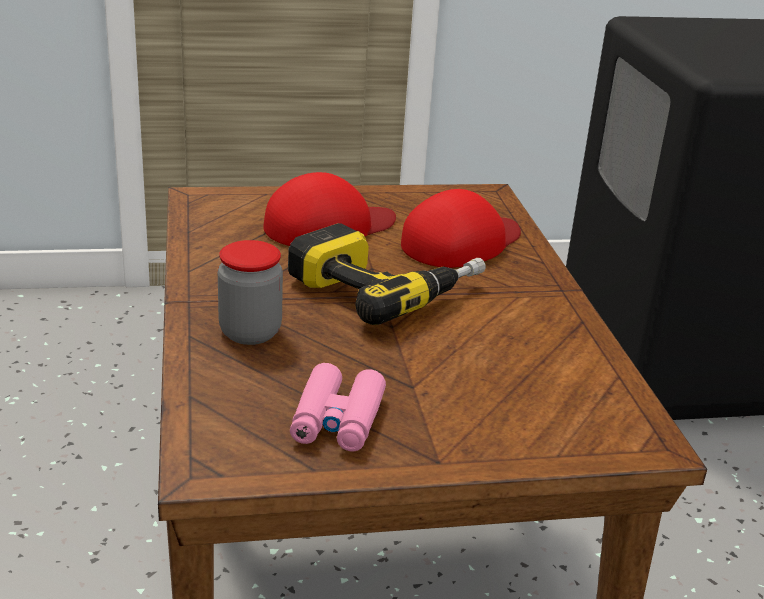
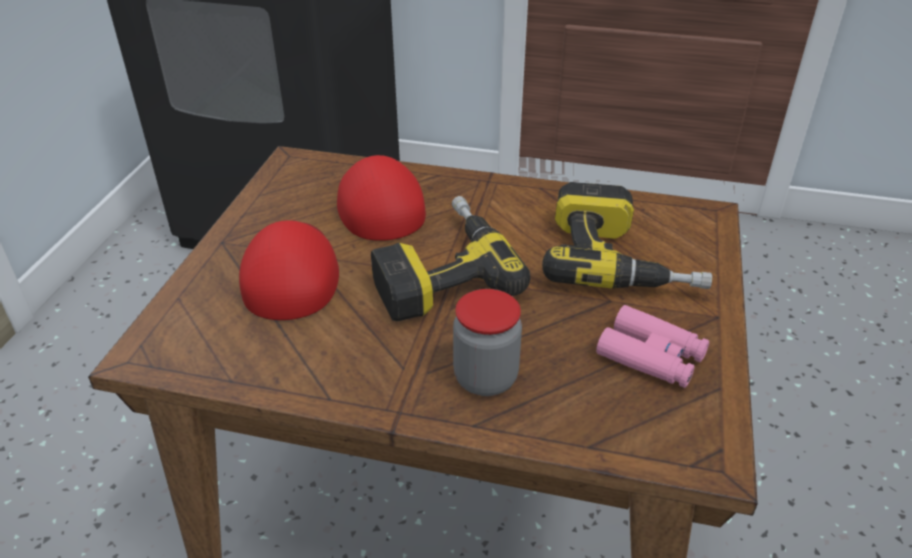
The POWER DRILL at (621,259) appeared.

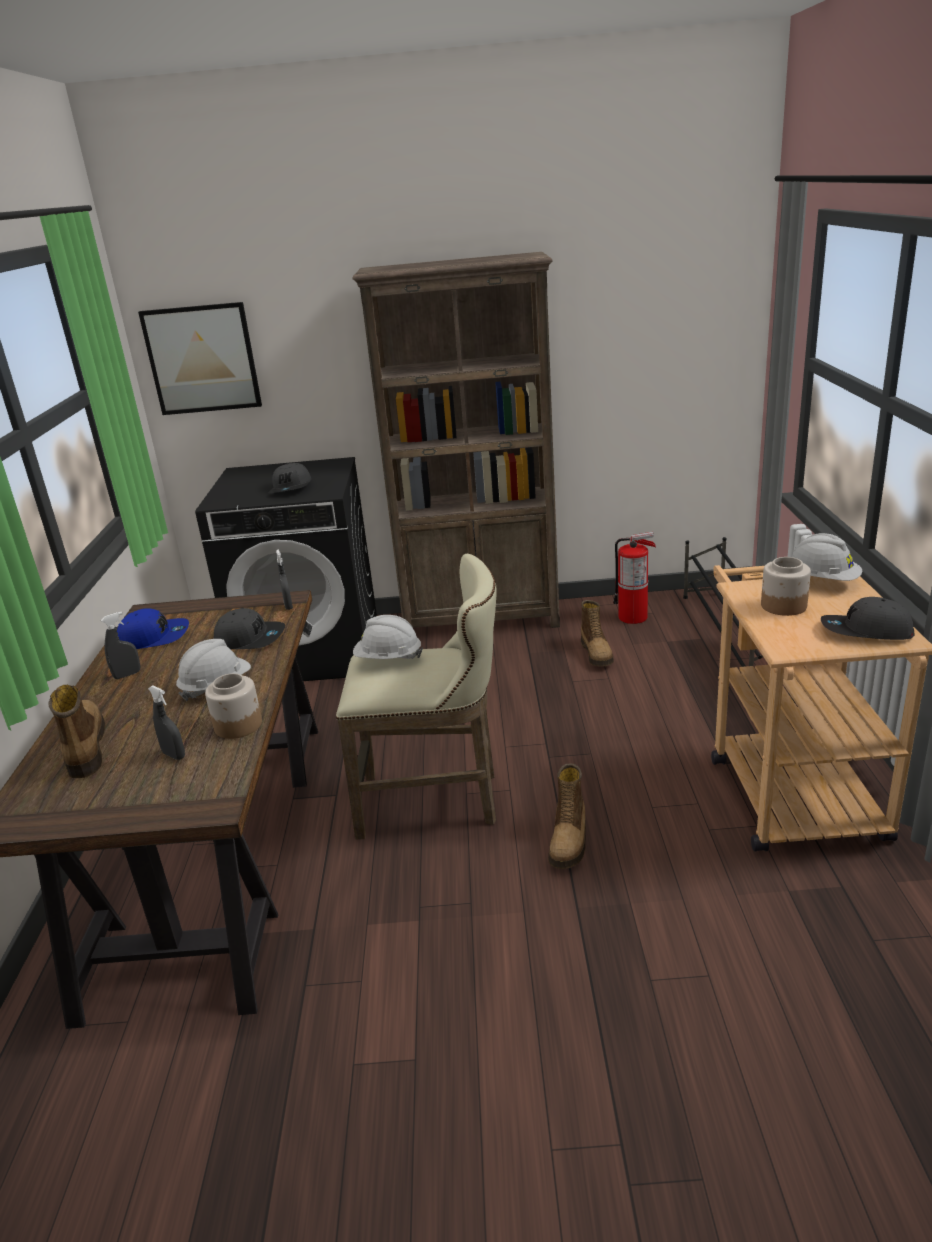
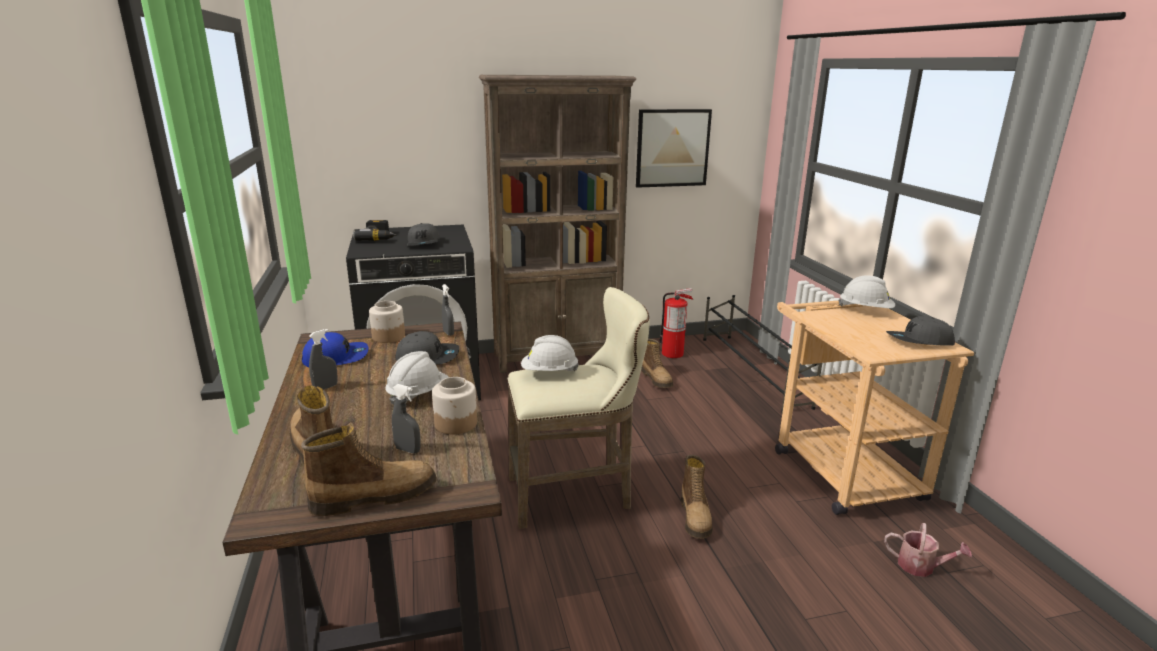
The PICTURE moved from (202,359) to (672,148). The JAR moved from (783,606) to (388,337). The POWER DRILL at (379,238) appeared. The BOOT at (374,496) appeared. The WATERING CAN at (921,567) appeared.

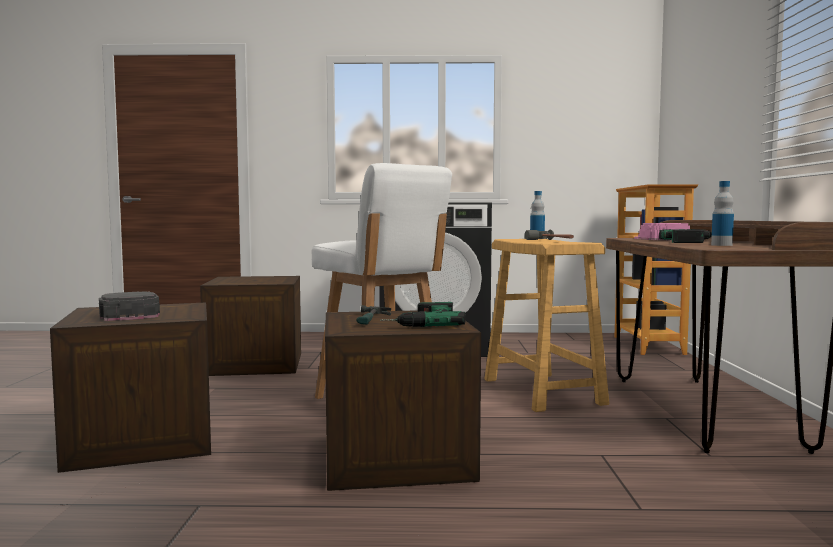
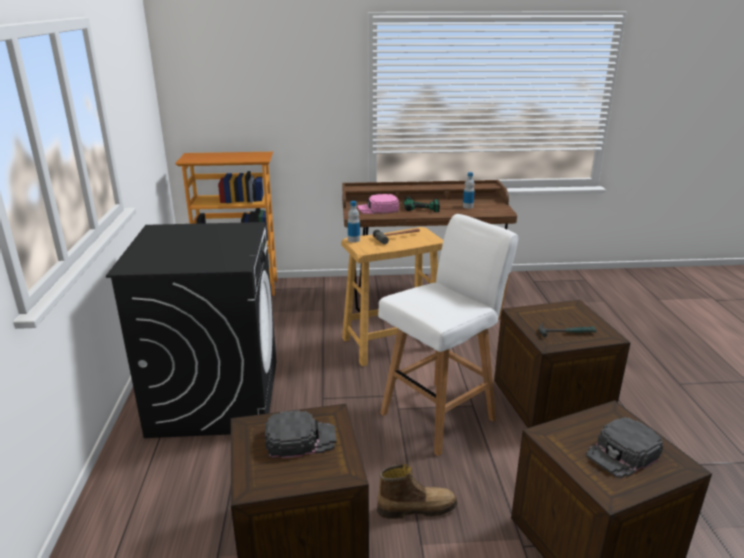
The POWER DRILL at (419,323) disappeared. The BLACK CAP at (300,439) appeared. The BOOT at (416,508) appeared.

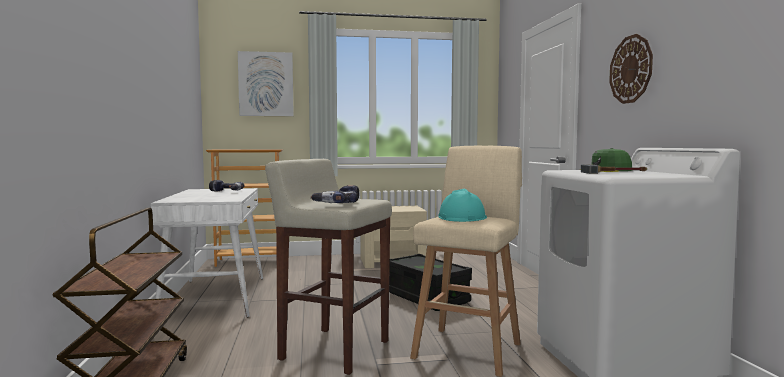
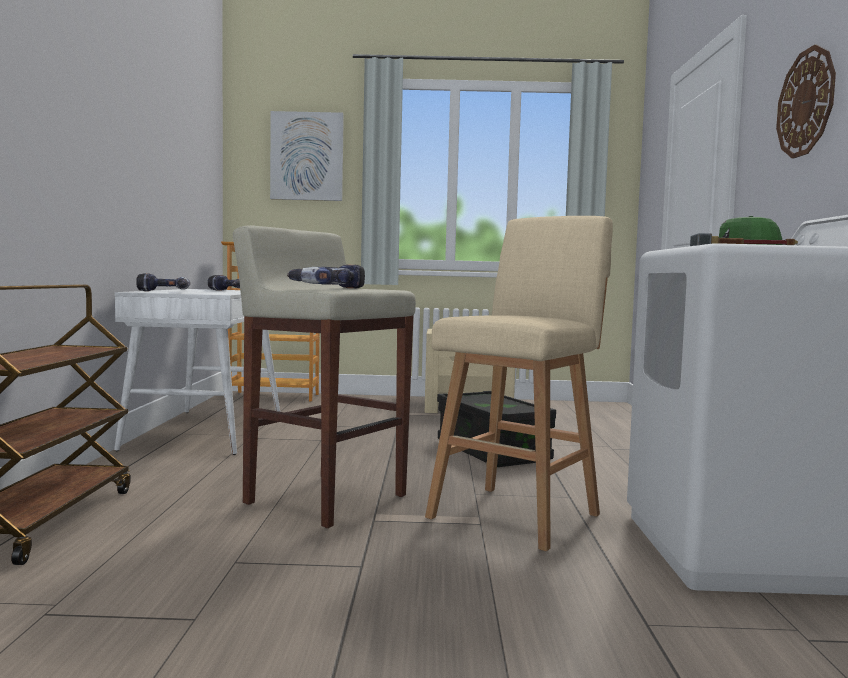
The TURQUOISE HARD HAT at (462,217) disappeared. The POWER DRILL at (163,291) appeared.

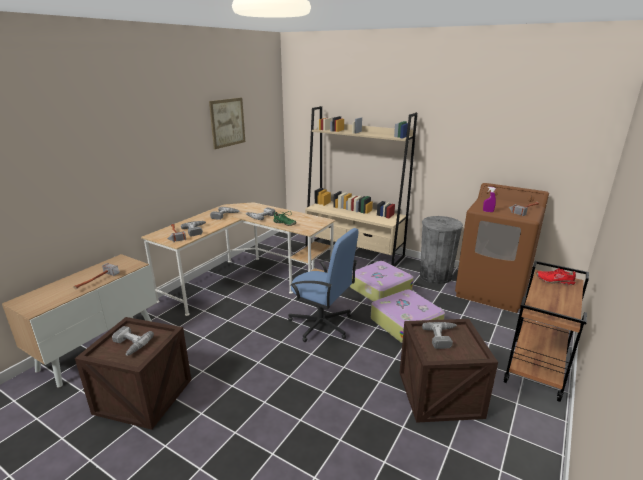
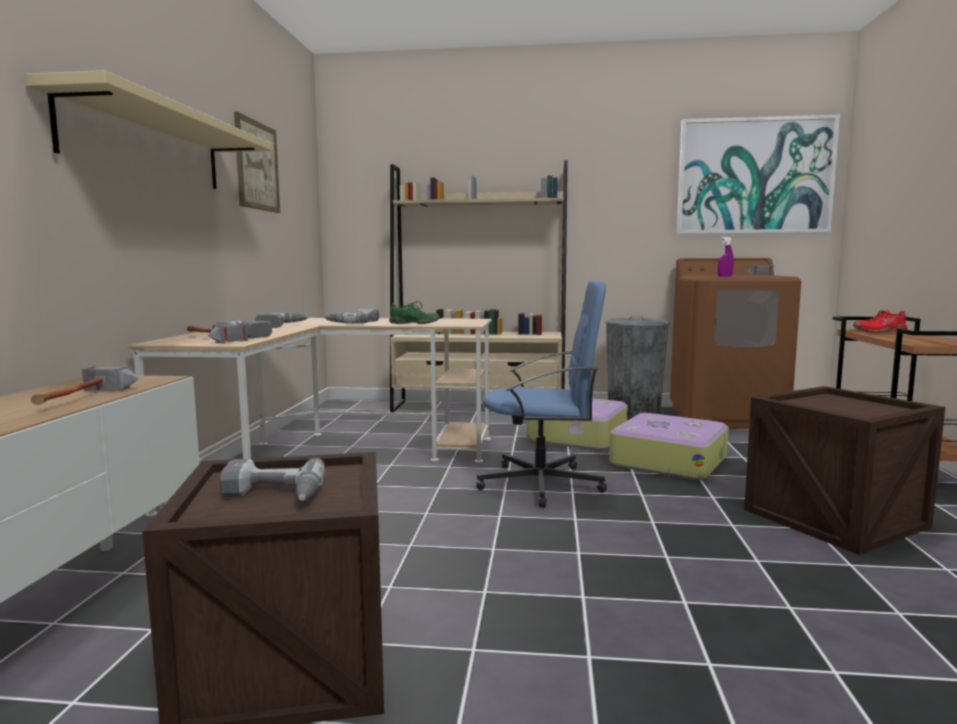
The POWER DRILL at (443,337) disappeared. The BEIGE SHELF at (147,145) appeared. The PICTURE at (754,176) appeared.

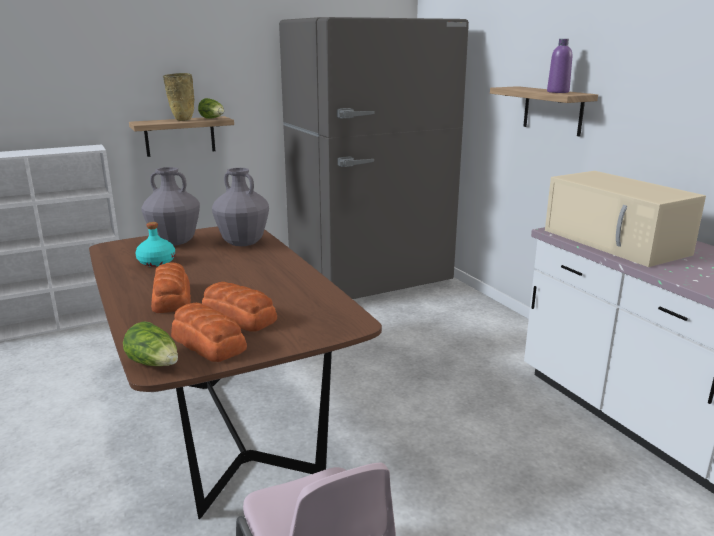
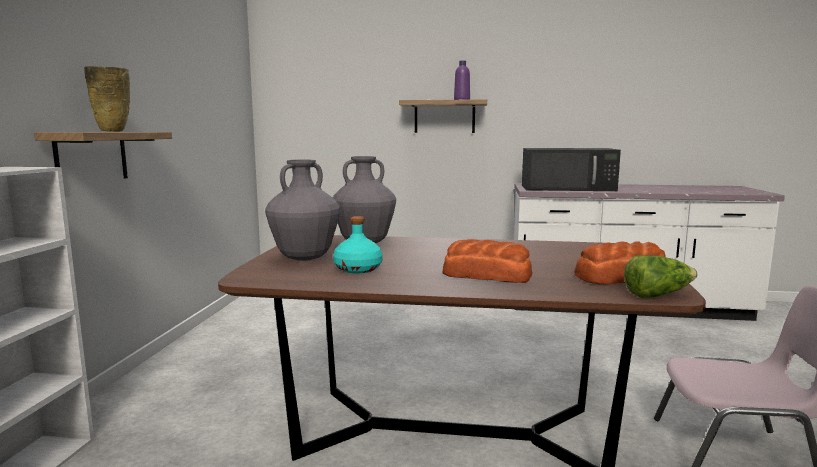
The GREY FRIDGE at (370,279) disappeared. The LETTUCE at (213,119) disappeared. The BEIGE MICROWAVE at (616,242) became the BLACK MICROWAVE at (568,188). The BREAD at (238,317) disappeared.

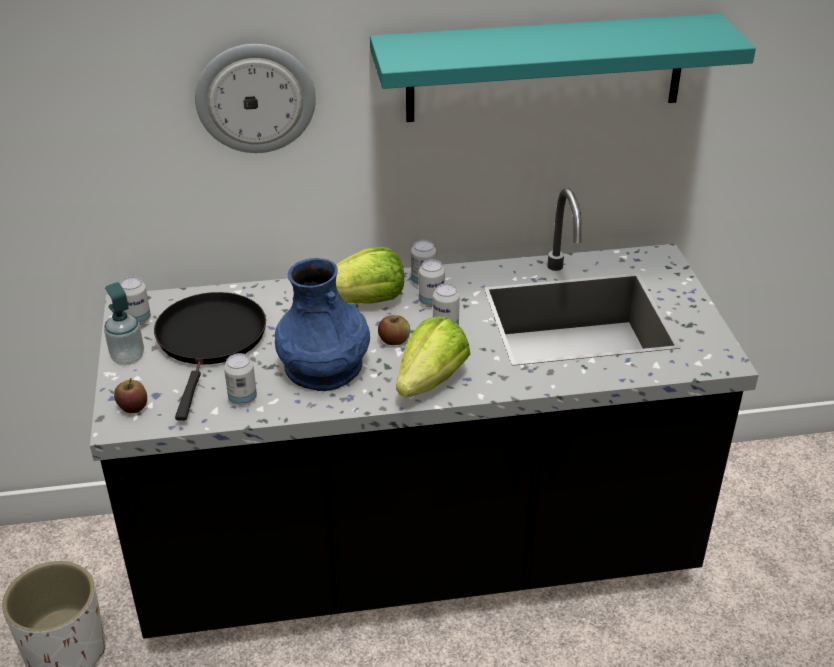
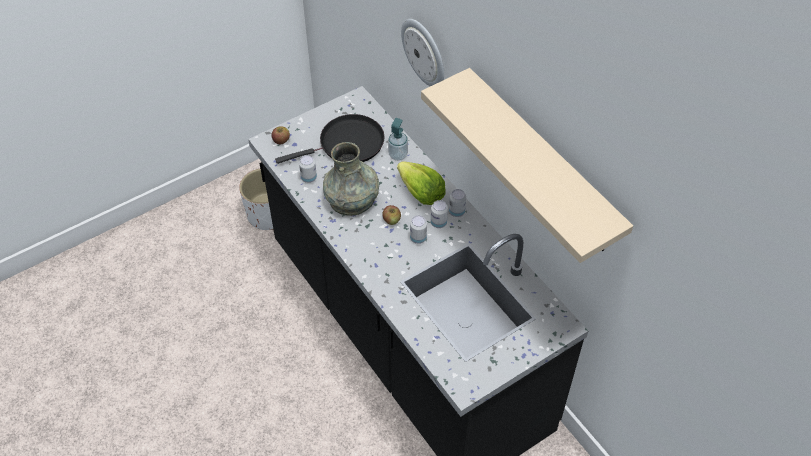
The TURQUOISE SHELF at (545,68) became the BEIGE SHELF at (542,163). The BLUE VASE at (324,366) became the GREY VASE at (352,199). The CAN at (138,319) disappeared. The SOAP DISPENSER moved from (128,357) to (398,155). The LETTUCE at (431,381) disappeared.

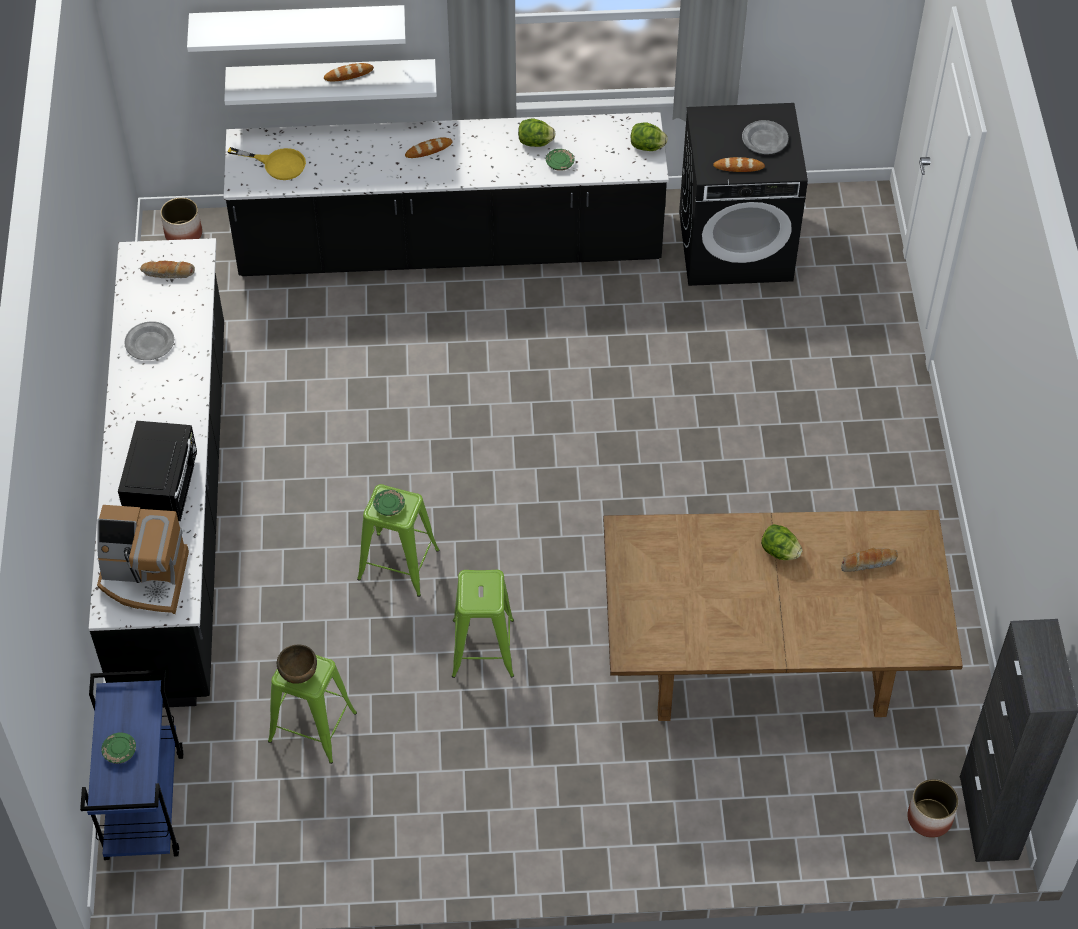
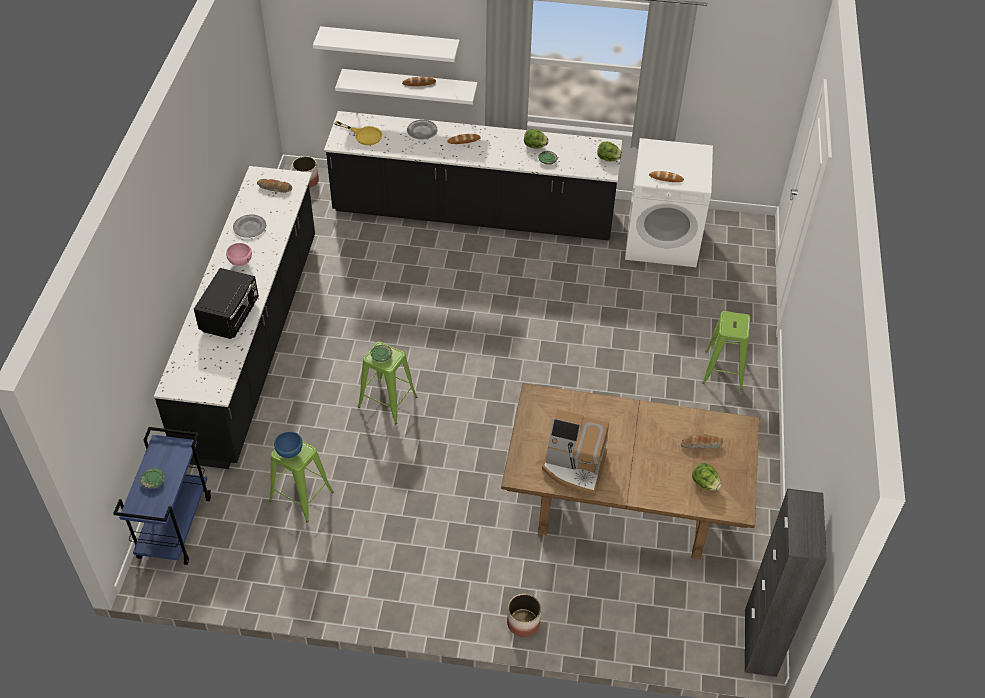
The BLACK WASHING MACHINE at (736,246) became the WHITE WASHING MACHINE at (662,240). The GREY PLATE moved from (765,139) to (422,131). The COFFEE MACHINE moved from (144,578) to (574,467). The LETTUCE moved from (779,552) to (705,484). The GREEN STOOL moved from (483,647) to (723,369). The BROWN BOWL at (299,675) became the BLUE BOWL at (290,453). The PLANTER moved from (929,818) to (523,623). The PINK BOWL at (240,263) appeared.

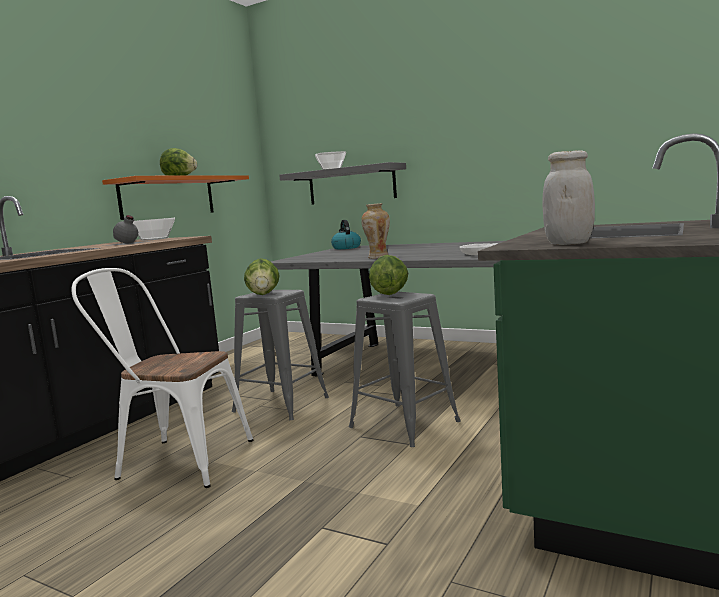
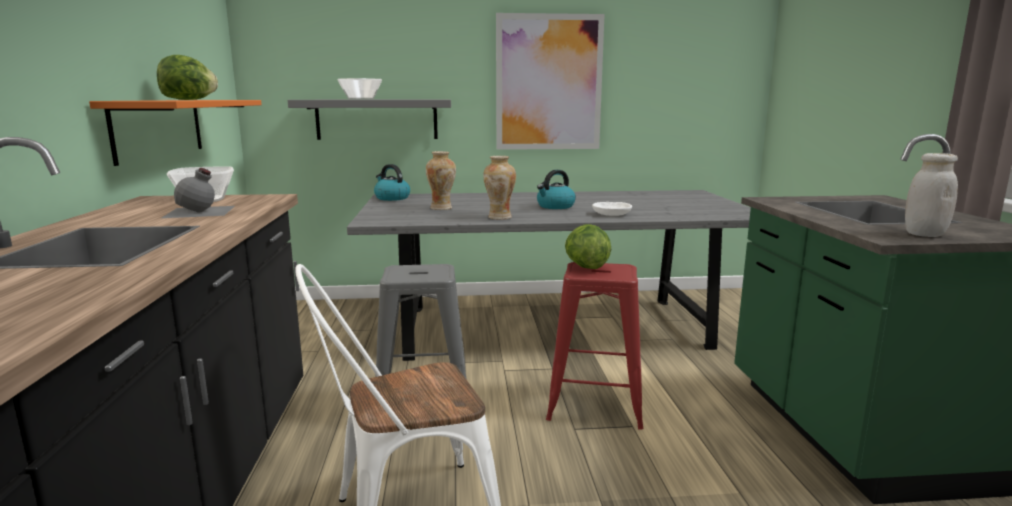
The LETTUCE at (263,294) disappeared. The GREY STOOL at (405,424) became the RED STOOL at (596,404). The PICTURE at (548,83) appeared. The VASE at (442,208) appeared. The KETTLE at (555,206) appeared.

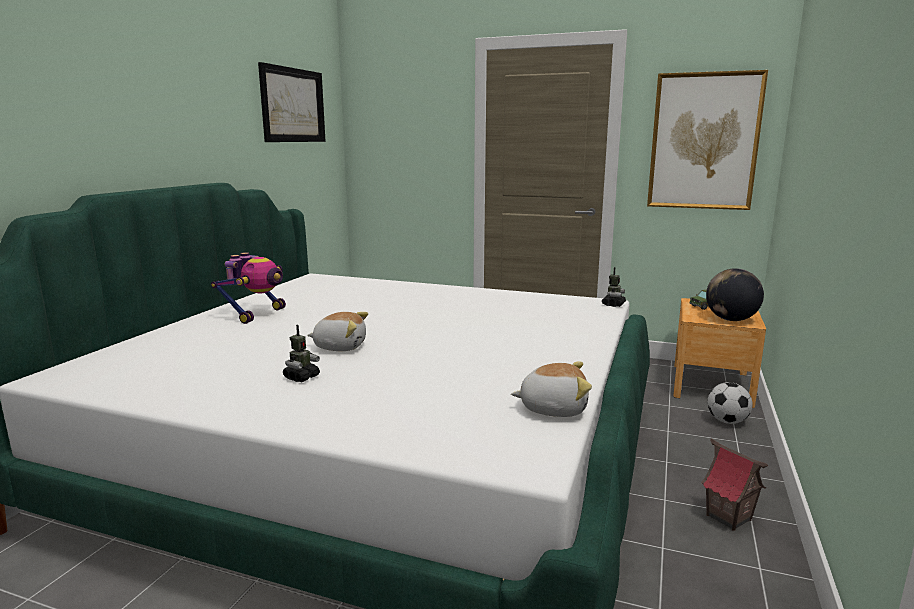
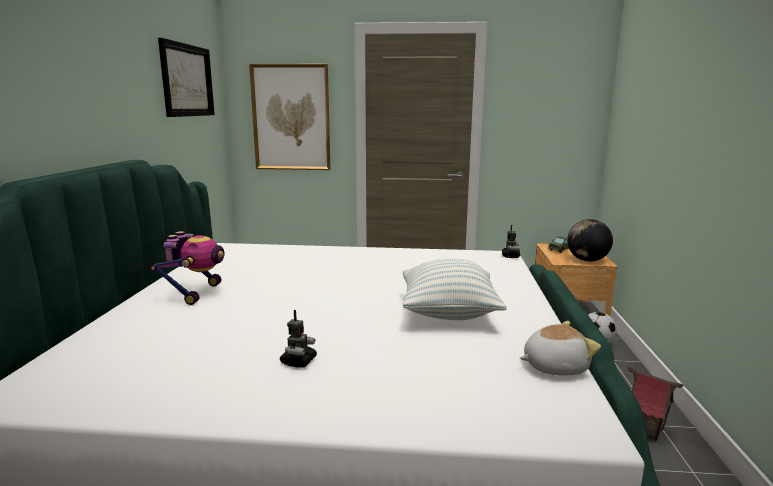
The PICTURE moved from (704,141) to (291,118). The PLUSH TOY at (340,346) disappeared. The PILLOW at (448,313) appeared.

